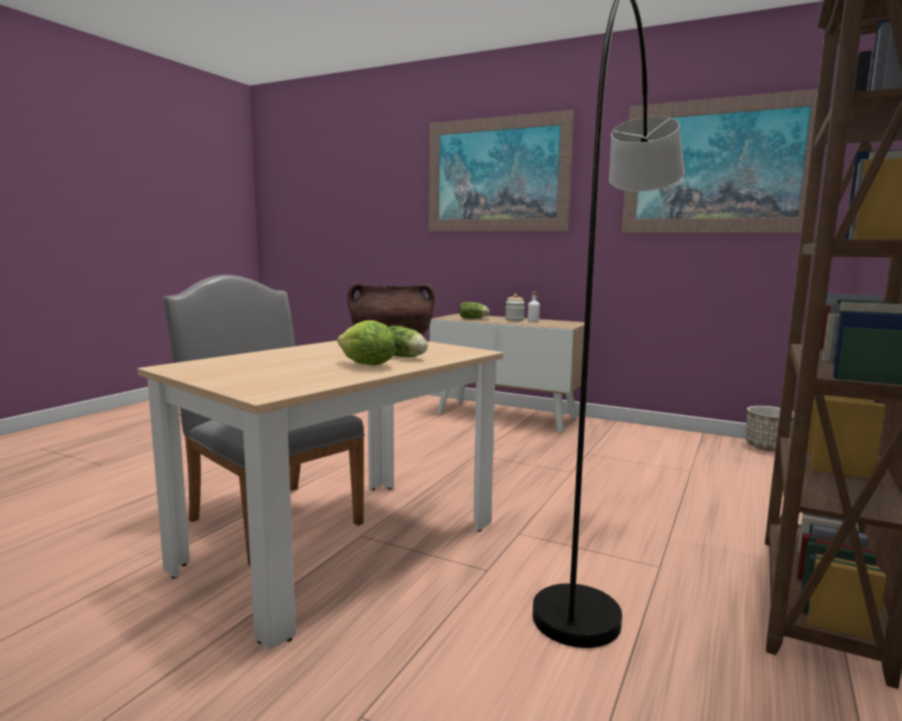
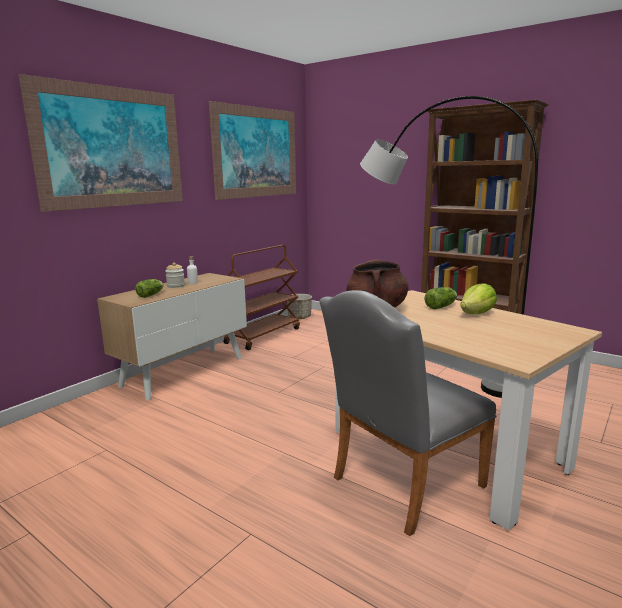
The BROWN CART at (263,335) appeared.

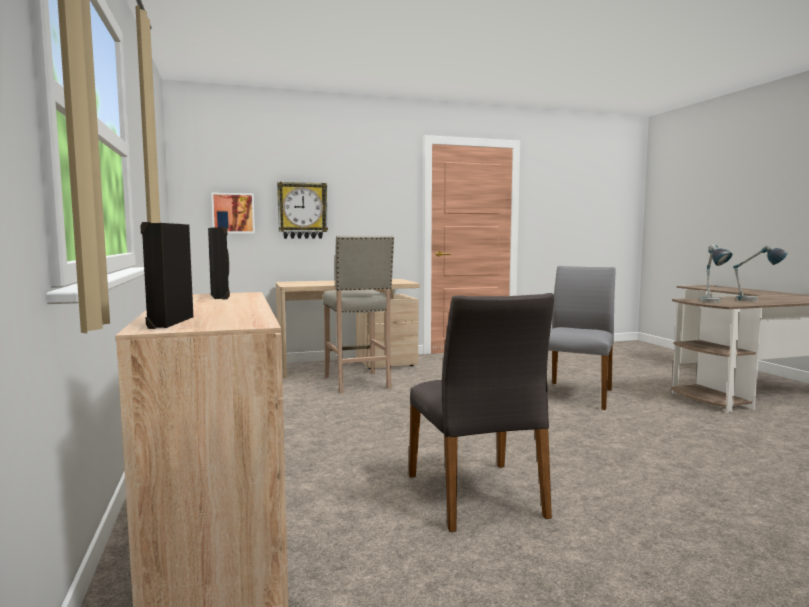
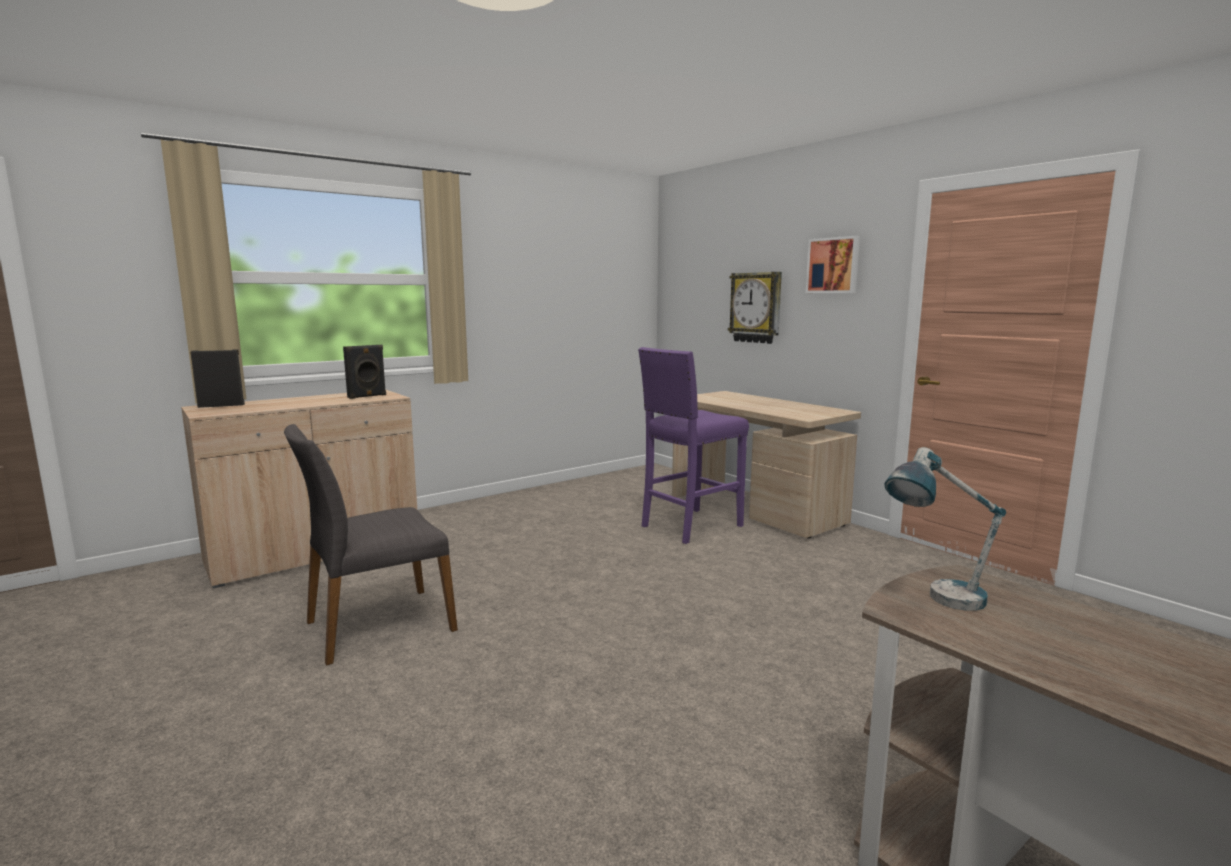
The PICTURE moved from (233,213) to (833,265). The BEIGE STOOL at (357,383) became the PURPLE STOOL at (689,526). The TABLE LAMP at (756,300) disappeared. The GREY CHAIR at (575,394) disappeared.

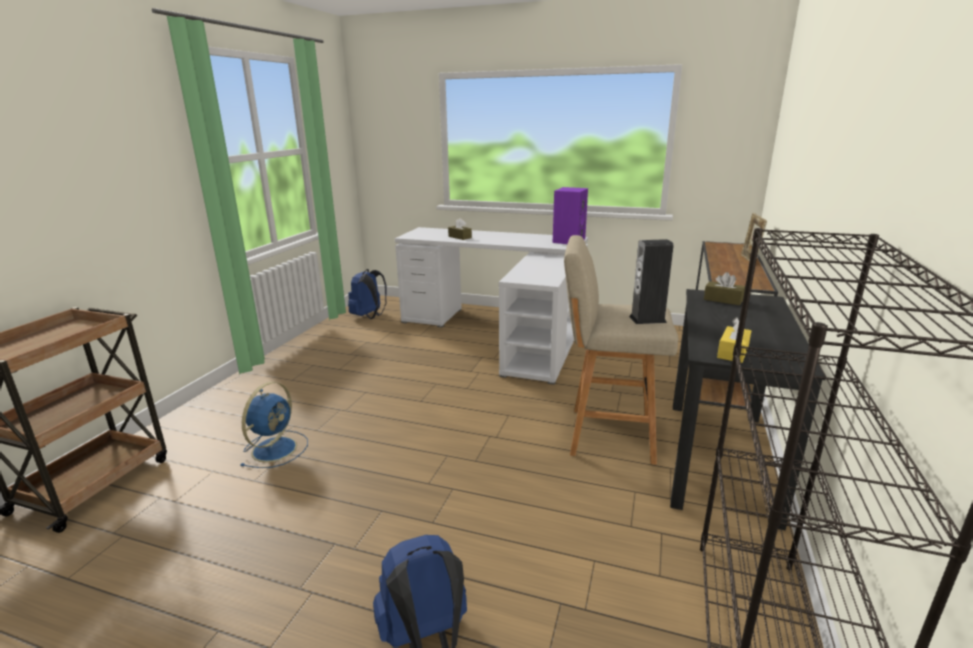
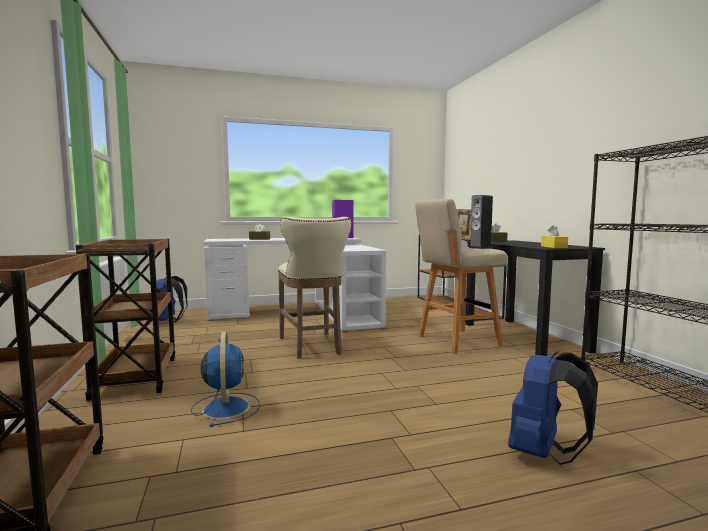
The BEIGE STOOL at (311,347) appeared. The BROWN CART at (136,376) appeared.

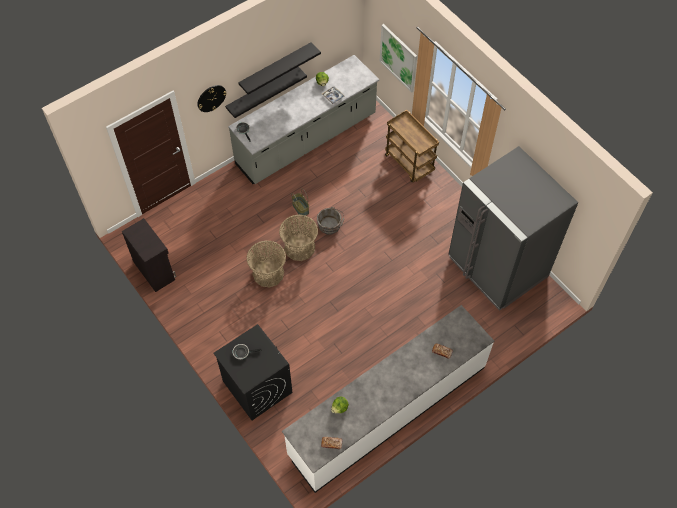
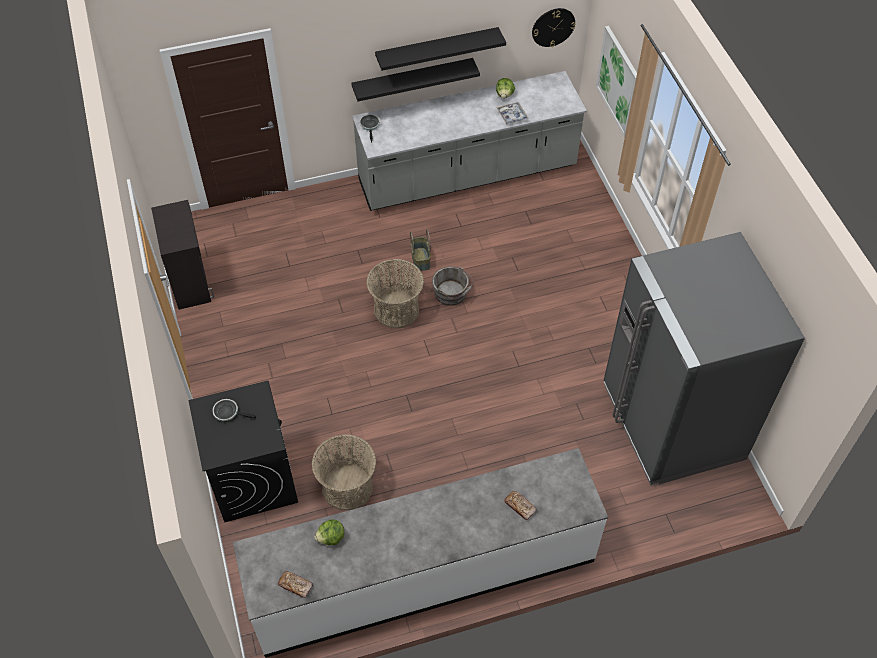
The WALL CLOCK moved from (211,98) to (553,27). The BROWN CART at (410,163) disappeared. The BASKET moved from (268,273) to (347,487).

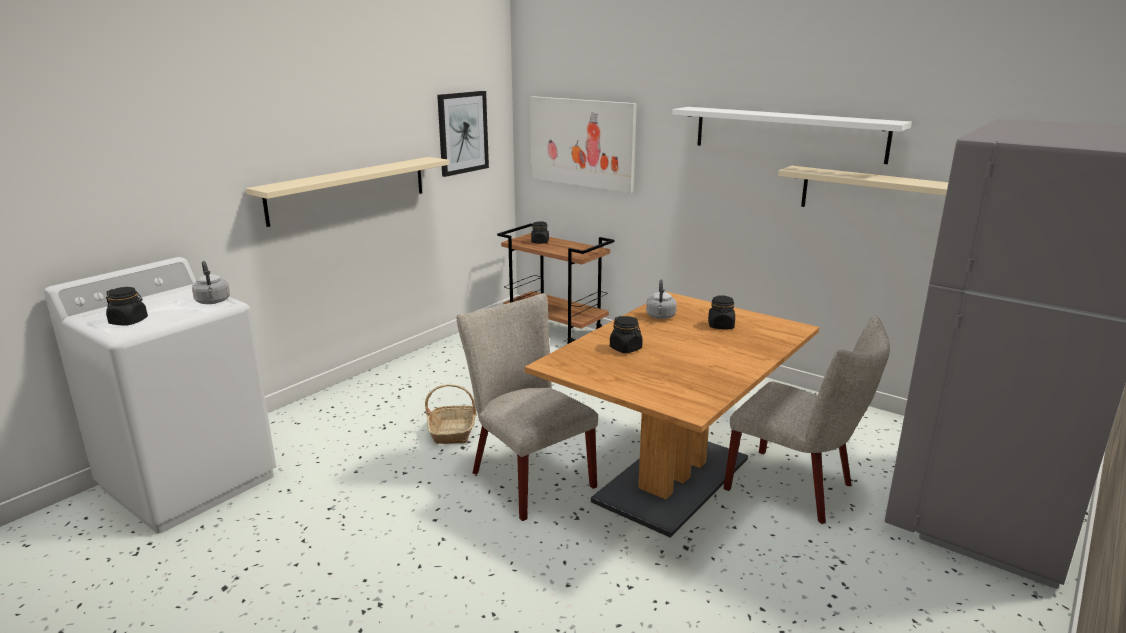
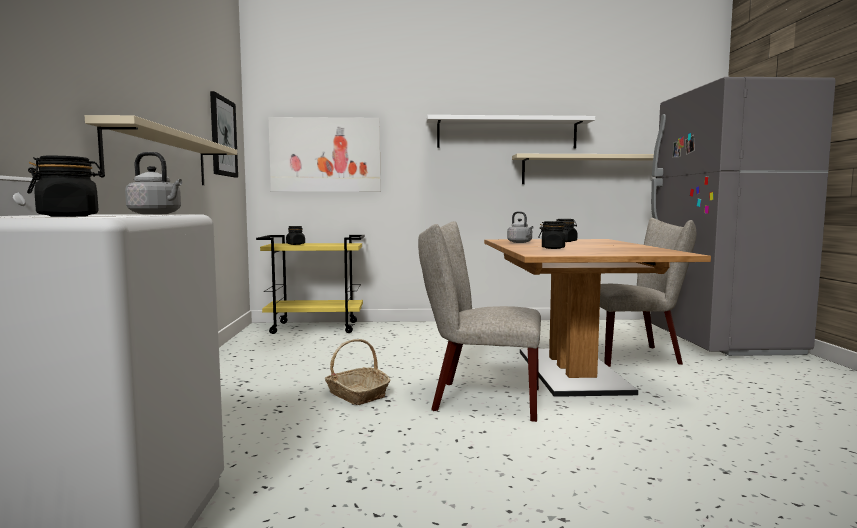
The BROWN CART at (556,330) became the YELLOW CART at (316,327).

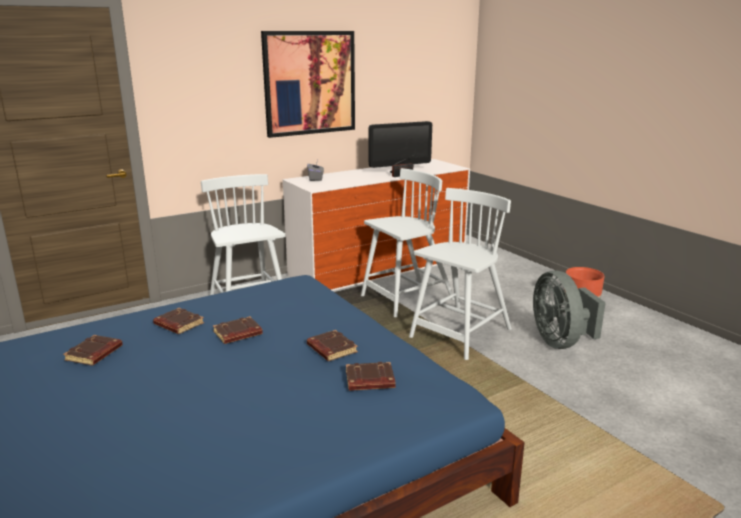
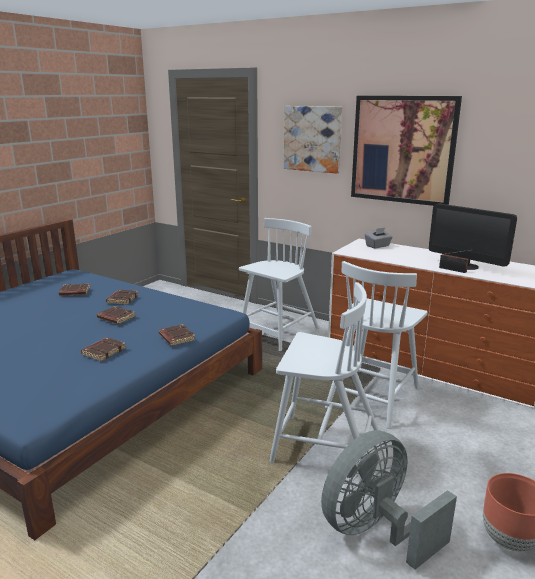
The WHITE CHAIR at (406,298) turned 90 degrees clockwise. The BROWN BOOK moved from (369,381) to (176,338). The PICTURE at (312,139) appeared.

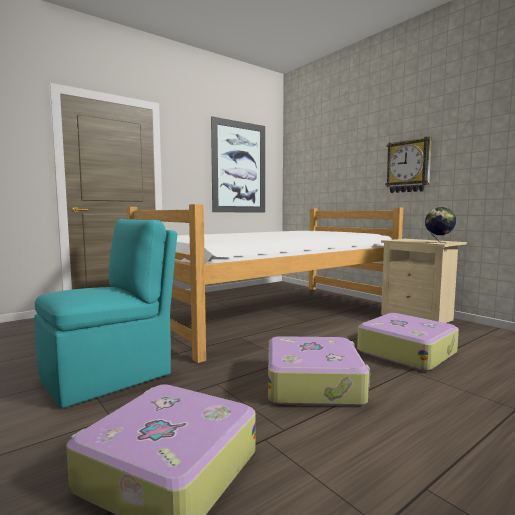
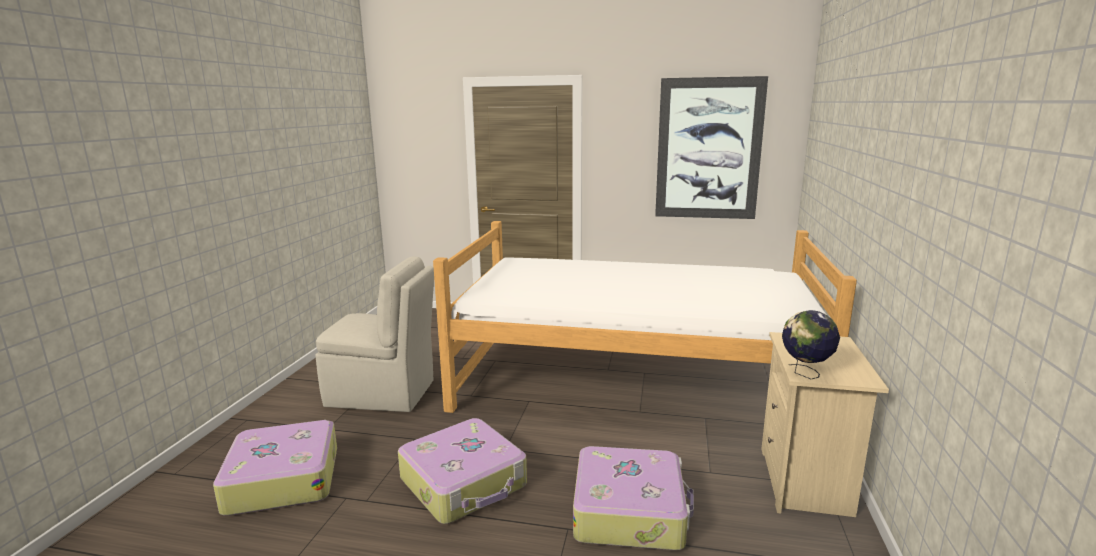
The WALL CLOCK at (409,166) disappeared. The TURQUOISE CHAIR at (110,376) became the BEIGE CHAIR at (383,394).

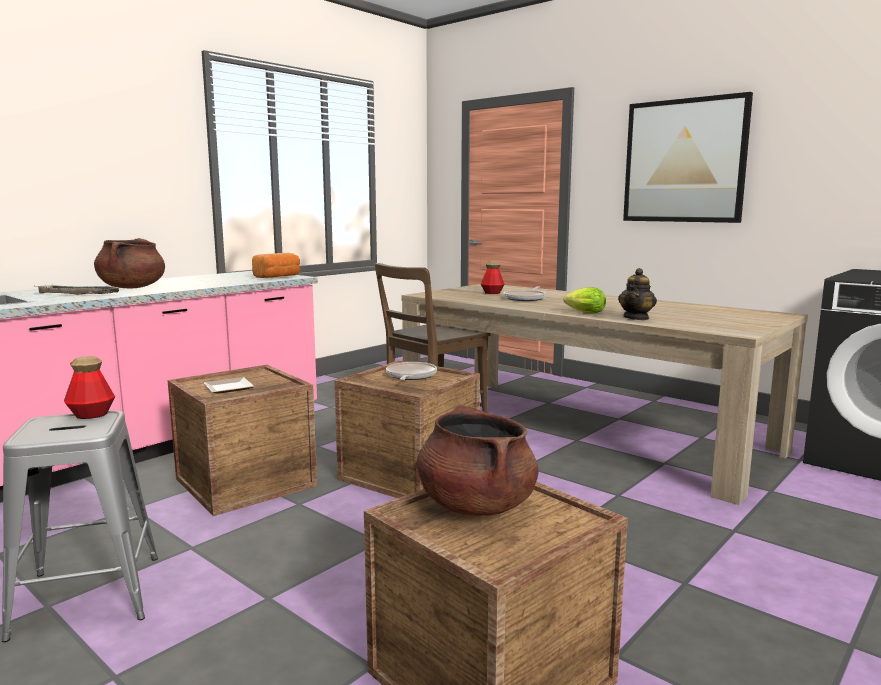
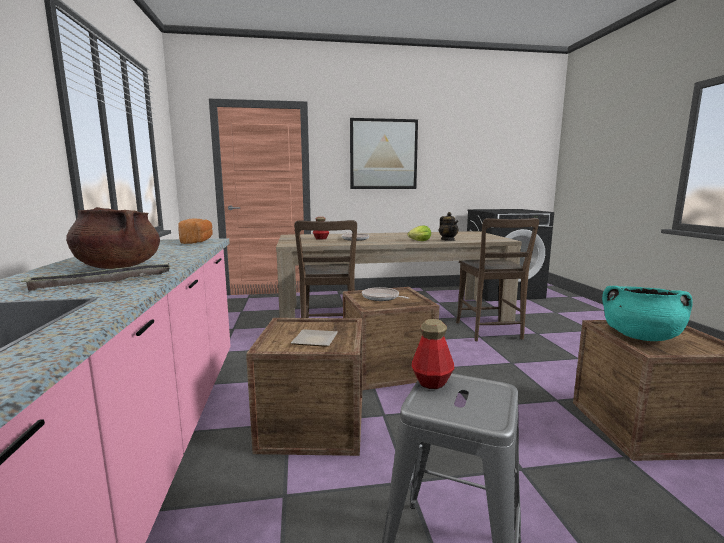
The BROWN COOKING POT at (476,505) became the TURQUOISE COOKING POT at (640,337). The BROWN CHAIR at (489,332) appeared.

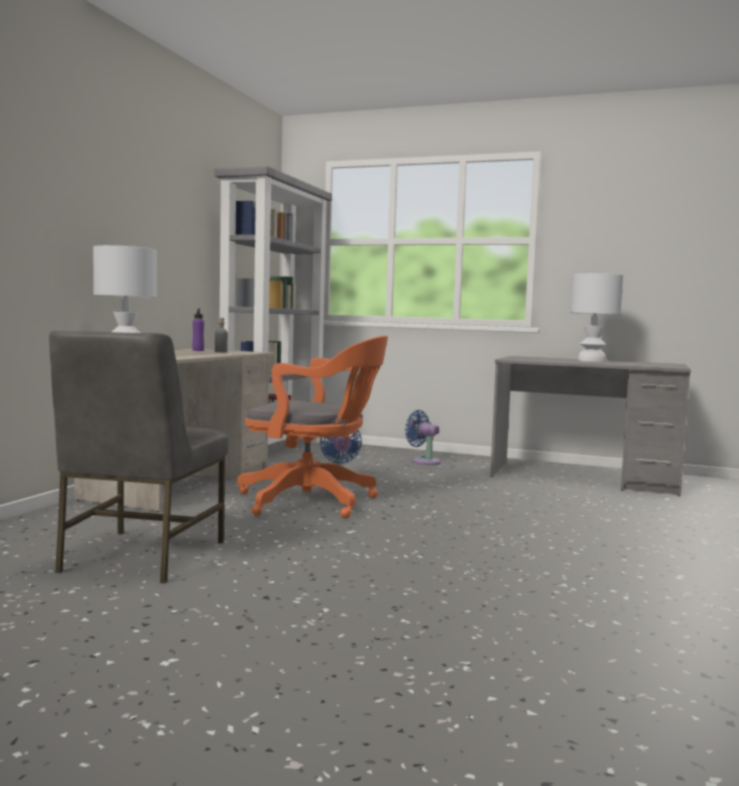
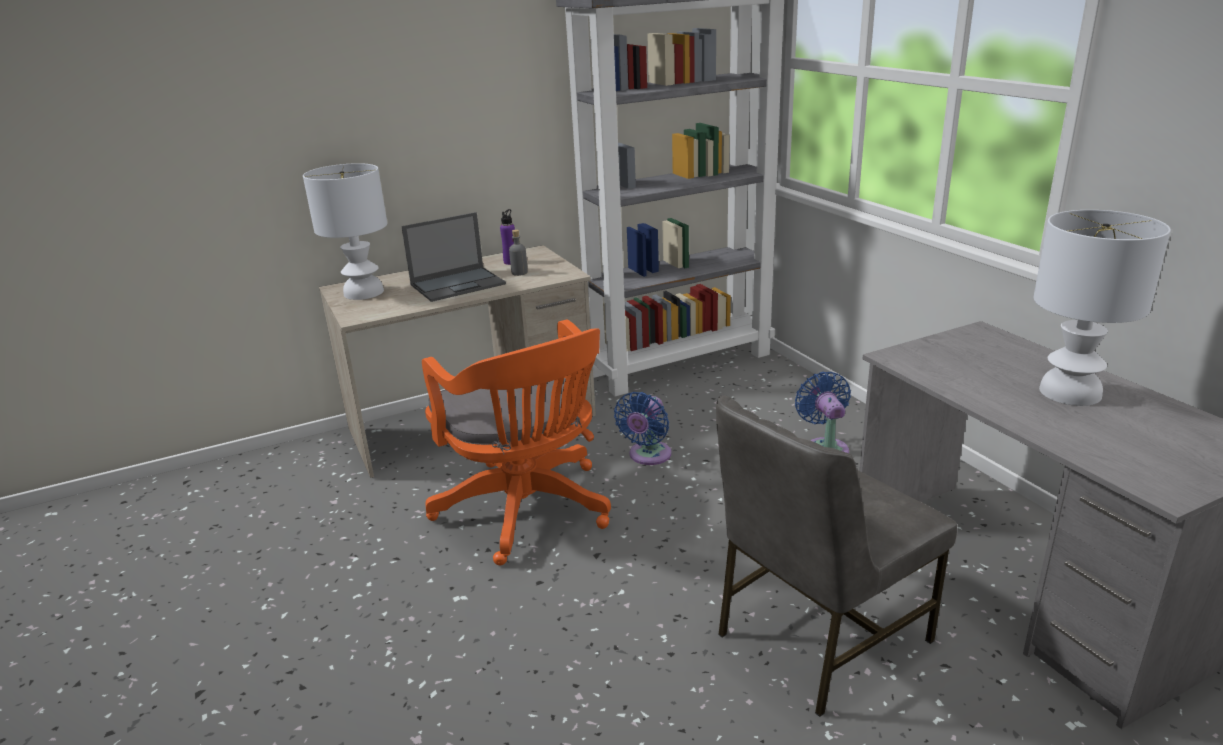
The GREY CHAIR moved from (140,556) to (818,636). The LAPTOP at (458,284) appeared.

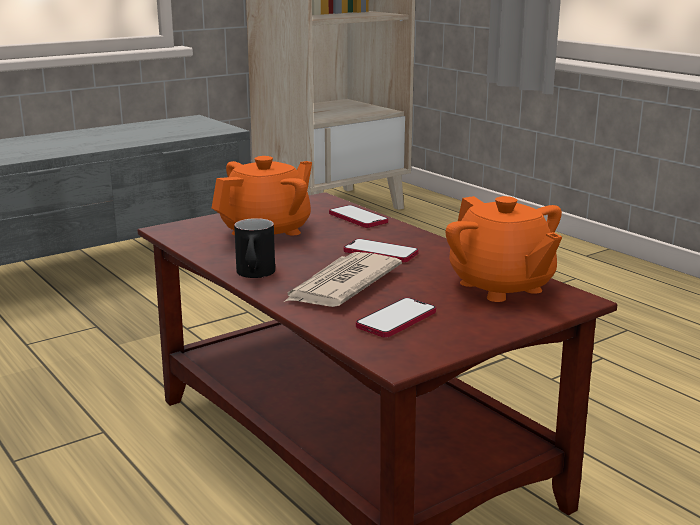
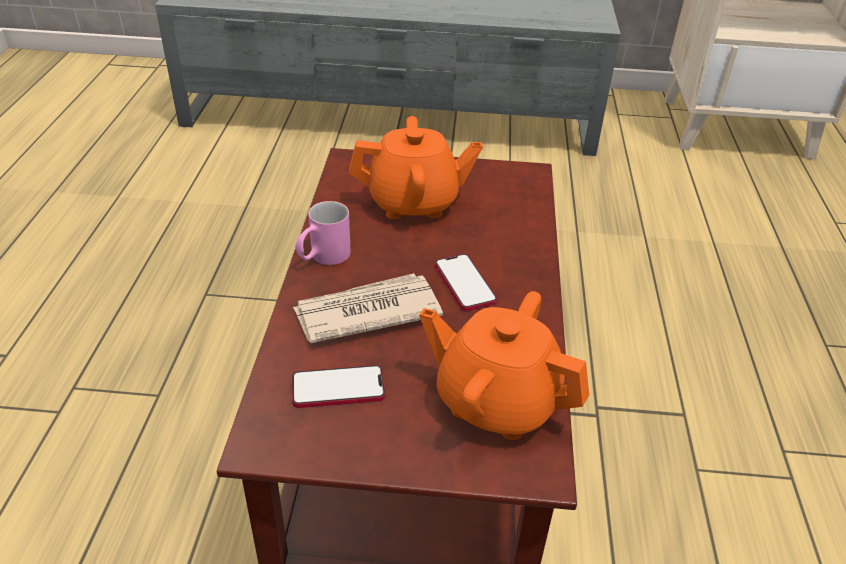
The ORANGE TEAPOT at (501,287) turned 105 degrees clockwise. The PHONE at (358,218) disappeared. The BLACK MUG at (254,275) became the PINK MUG at (323,258).

